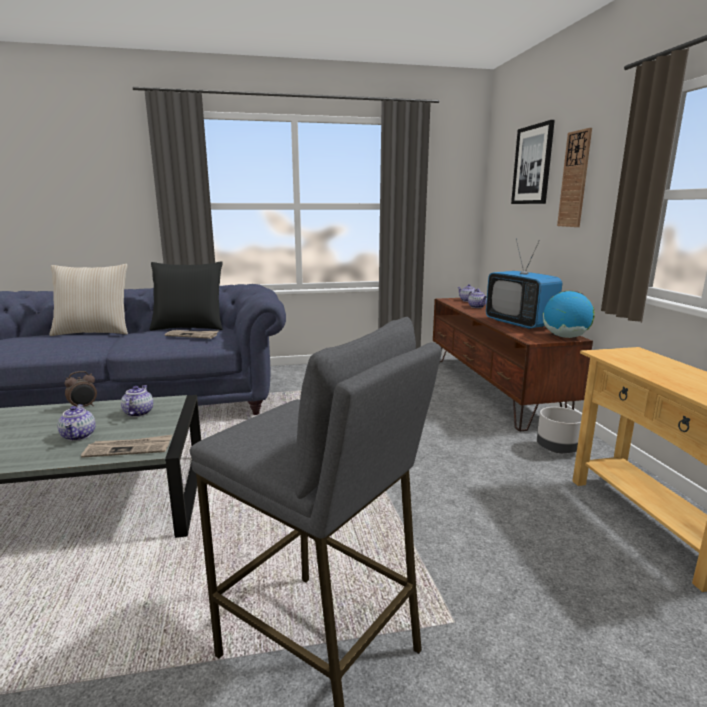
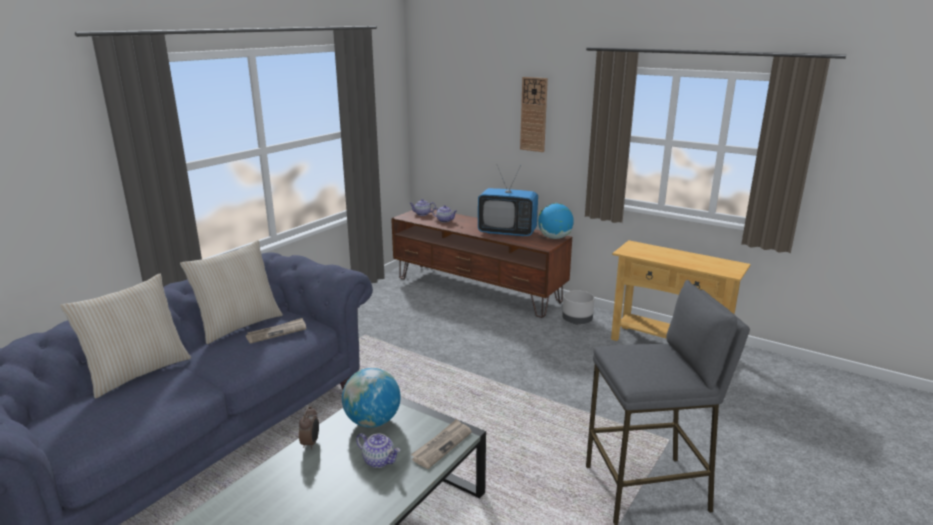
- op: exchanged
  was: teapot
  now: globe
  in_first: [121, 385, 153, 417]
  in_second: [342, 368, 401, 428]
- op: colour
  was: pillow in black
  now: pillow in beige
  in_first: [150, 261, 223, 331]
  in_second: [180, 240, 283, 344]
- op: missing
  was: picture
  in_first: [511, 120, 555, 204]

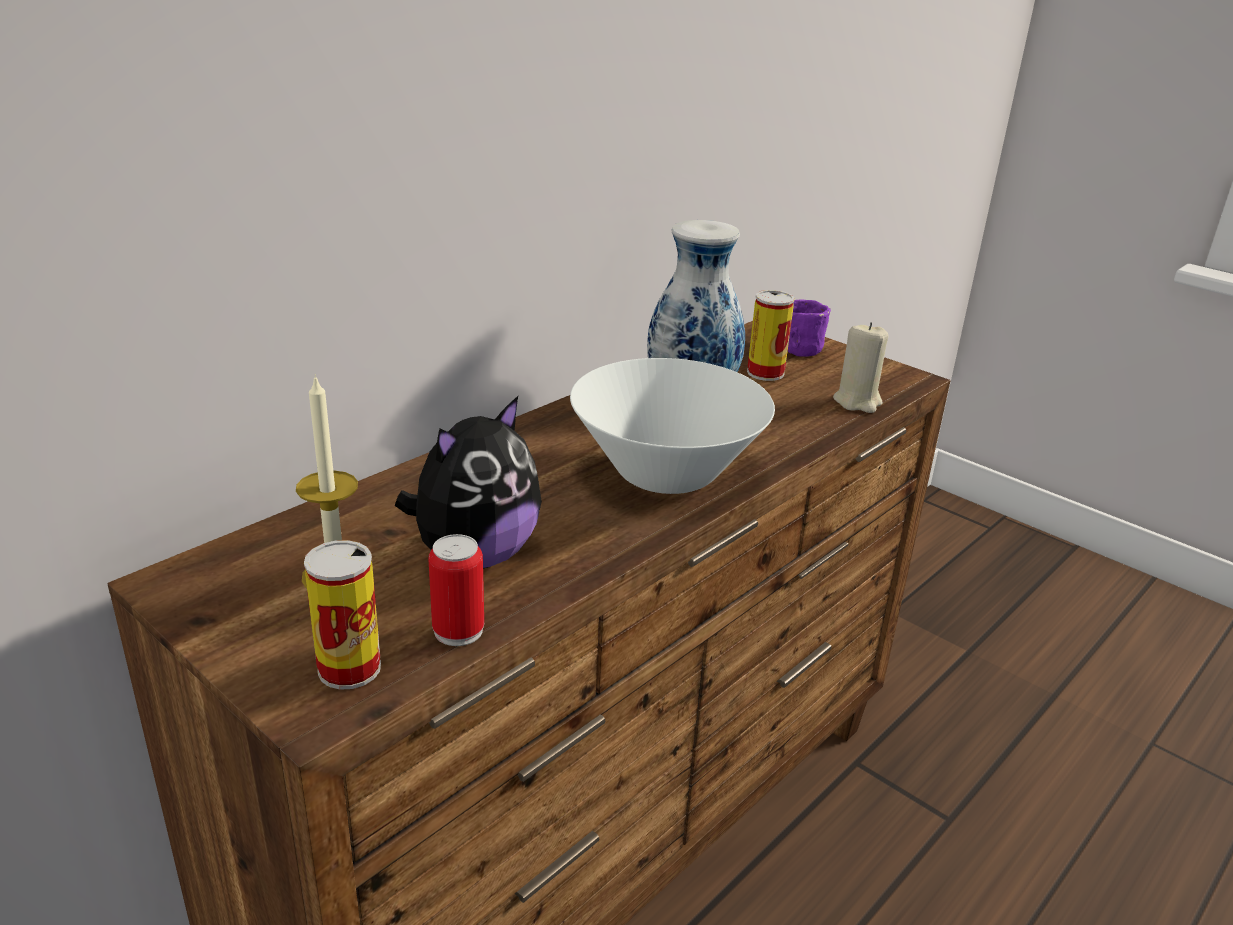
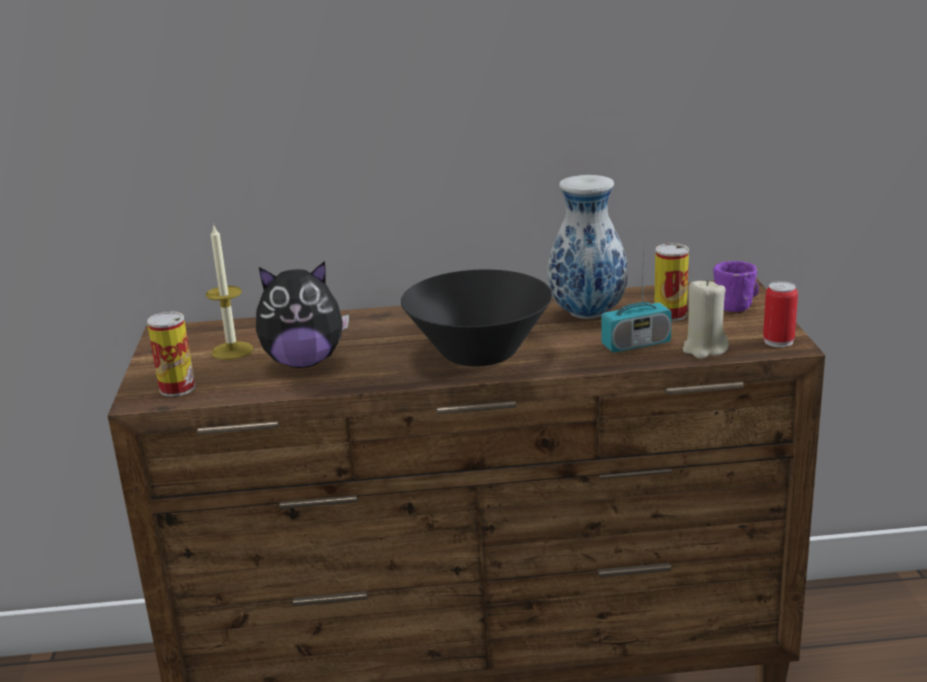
- op: relocated
  was: can
  in_first: [429, 534, 484, 646]
  in_second: [763, 281, 798, 347]
- op: colour
  was: bowl in white
  now: bowl in black
  in_first: [570, 358, 775, 494]
  in_second: [401, 269, 552, 367]
- op: appeared
  now: radio
  in_second: [602, 245, 672, 353]

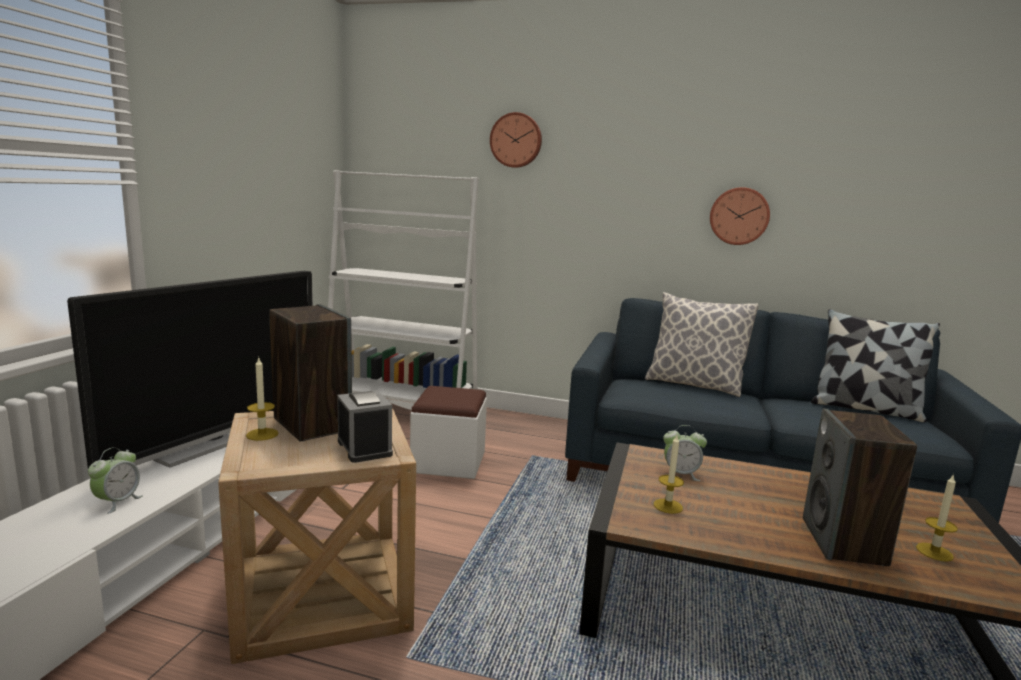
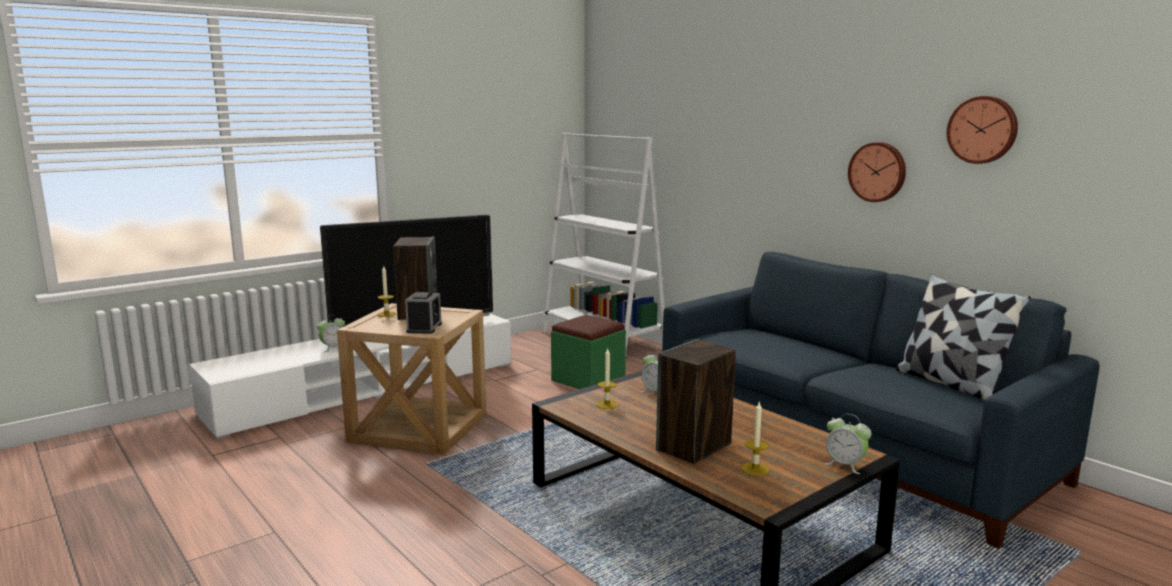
- op: colour
  was: ottoman in white
  now: ottoman in green
  in_first: [410, 386, 487, 479]
  in_second: [551, 315, 626, 389]
- op: relocated
  was: wall clock
  in_first: [490, 112, 542, 168]
  in_second: [947, 96, 1018, 164]
- op: missing
  was: pillow
  in_first: [645, 292, 759, 397]
- op: appeared
  now: alarm clock
  in_second: [824, 414, 872, 474]

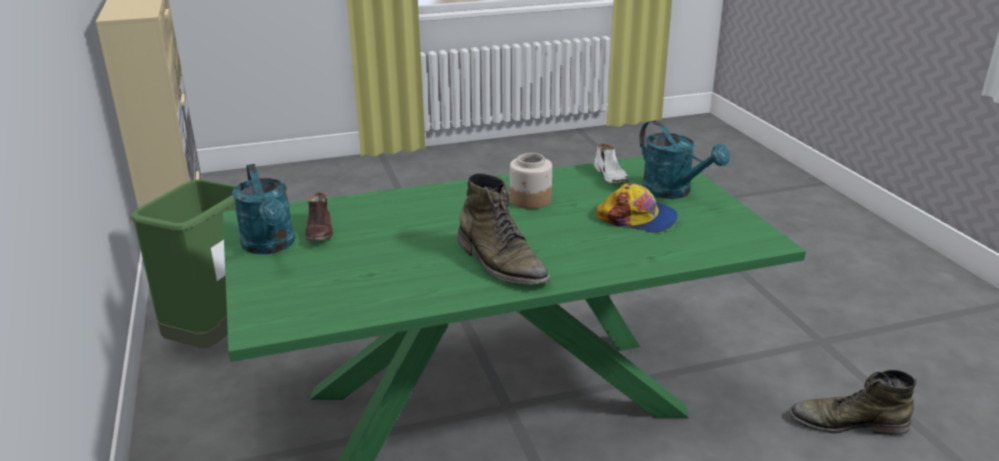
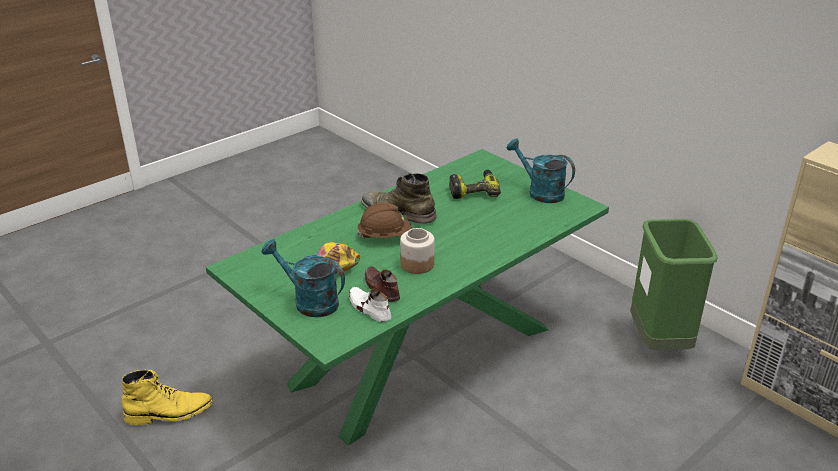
- op: relocated
  was: shoe in brown
  in_first: [305, 193, 333, 241]
  in_second: [365, 266, 400, 302]
- op: colour
  was: boot in green
  now: boot in yellow
  in_first: [789, 370, 916, 435]
  in_second: [121, 370, 213, 425]
- op: appeared
  now: hard hat in brown
  in_second: [357, 203, 412, 238]
- op: appeared
  now: power drill
  in_second: [449, 170, 501, 199]

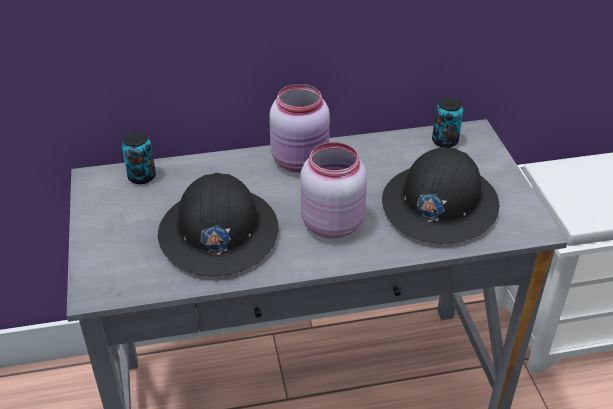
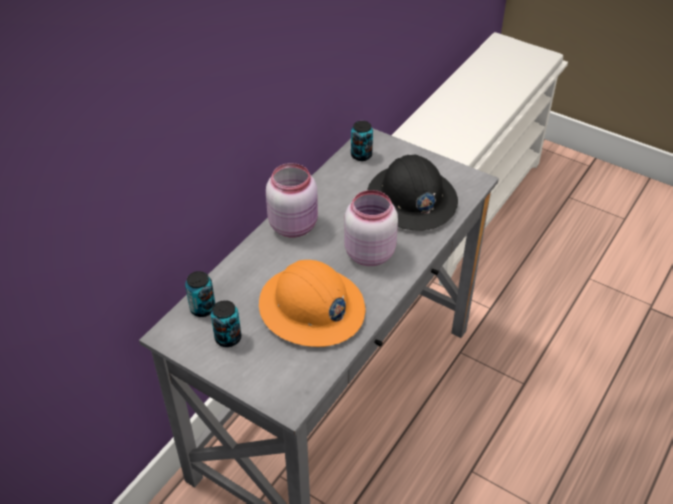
- op: colour
  was: hard hat in black
  now: hard hat in orange
  in_first: [158, 173, 279, 277]
  in_second: [259, 260, 366, 347]
- op: appeared
  now: can
  in_second: [211, 300, 241, 347]

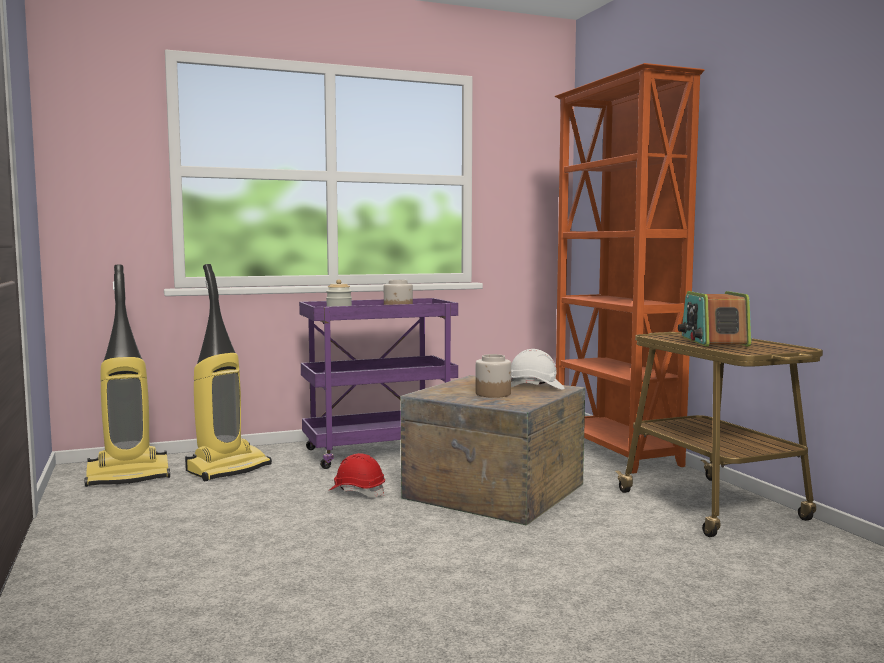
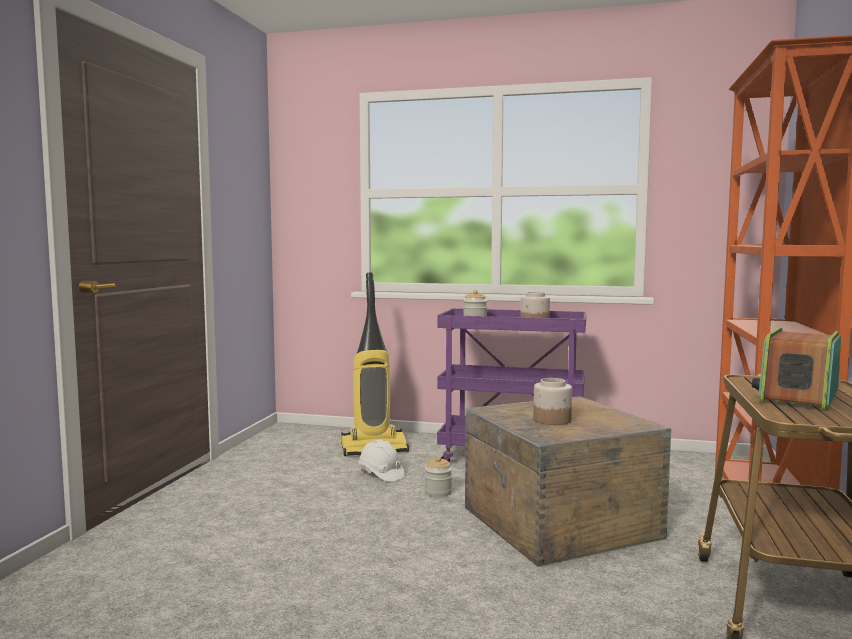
- op: missing
  was: vacuum cleaner
  in_first: [85, 264, 170, 487]
- op: exchanged
  was: hard hat in red
  now: jar
  in_first: [328, 453, 385, 497]
  in_second: [425, 456, 452, 497]
- op: relocated
  was: hard hat in white
  in_first: [511, 349, 564, 390]
  in_second: [358, 439, 405, 482]

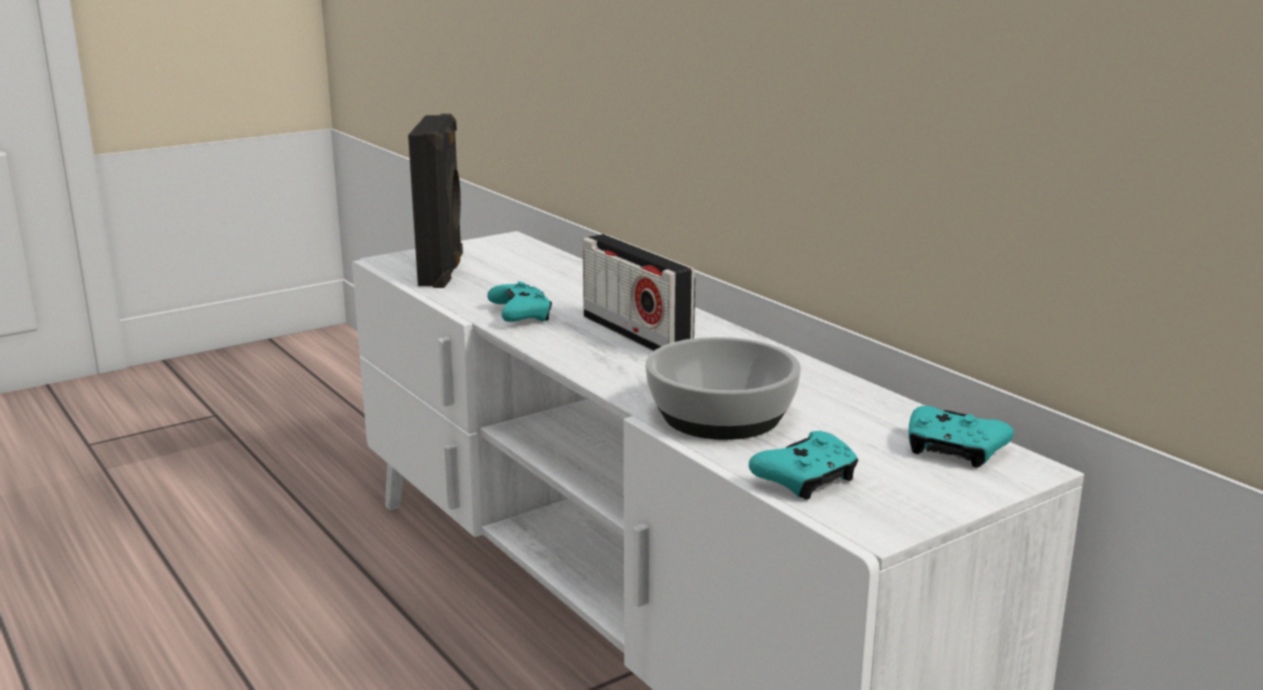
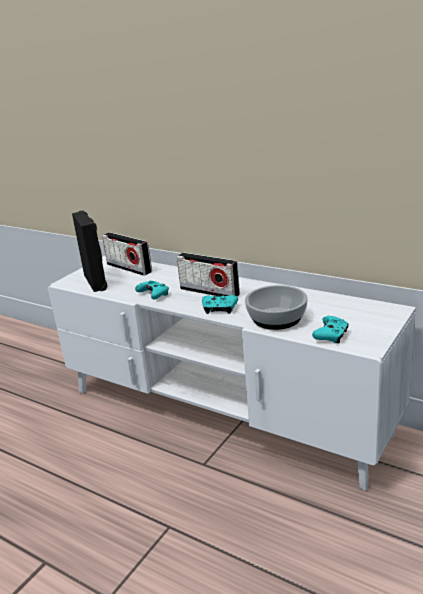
- op: relocated
  was: game controller in turquoise
  in_first: [909, 406, 1014, 468]
  in_second: [202, 295, 238, 314]
- op: appeared
  now: radio
  in_second: [102, 232, 152, 276]

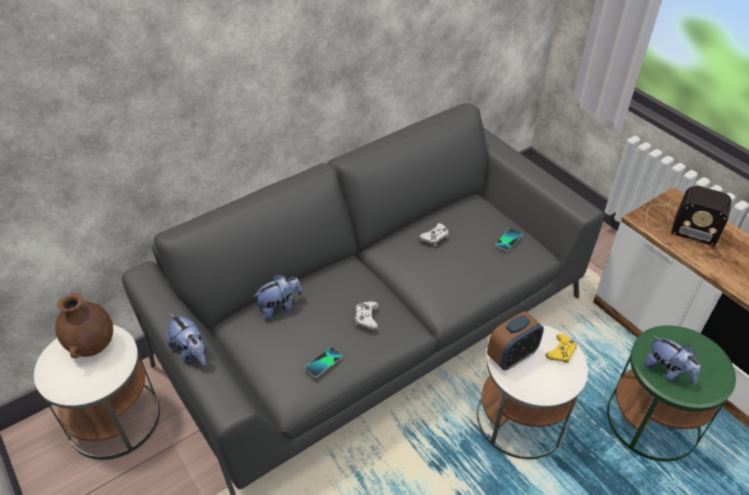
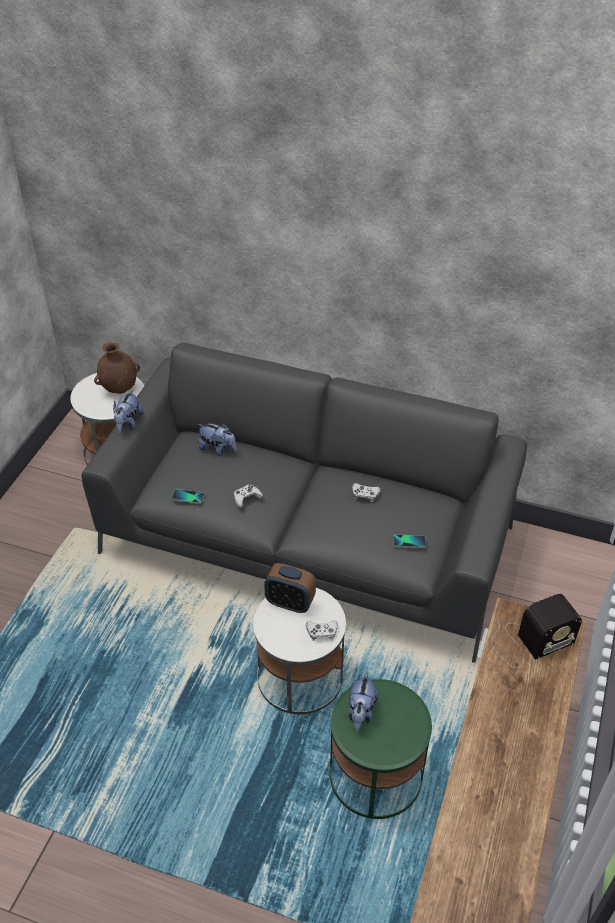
- op: colour
  was: game controller in yellow
  now: game controller in white
  in_first: [546, 334, 577, 363]
  in_second: [306, 620, 338, 641]
- op: spun
  was: radio
  in_first: [646, 186, 731, 246]
  in_second: [491, 594, 582, 668]
  clockwise: -105

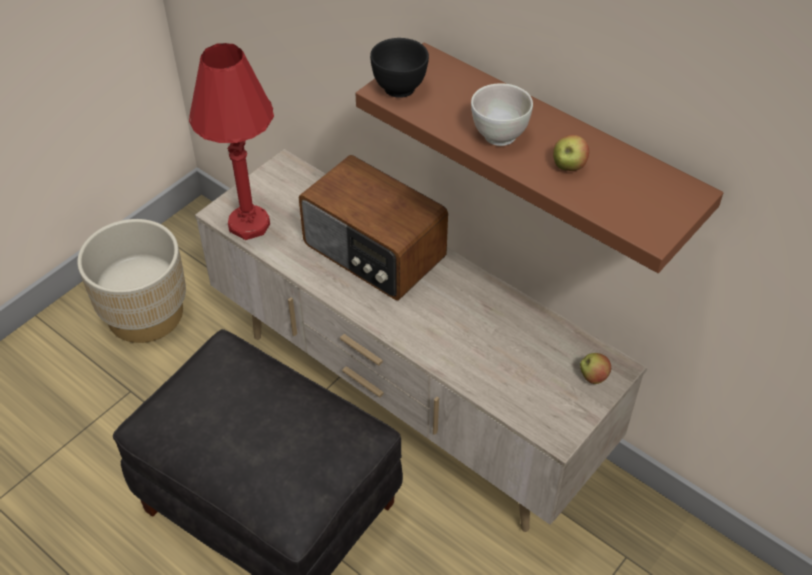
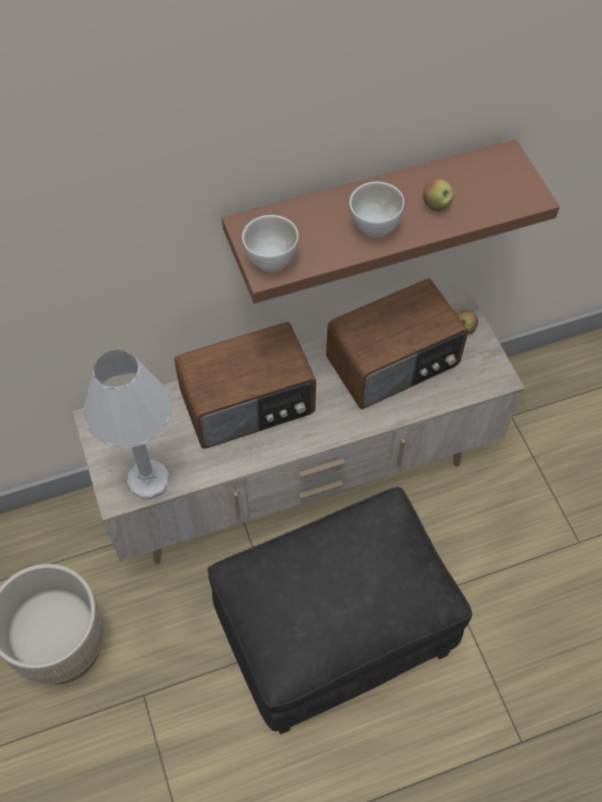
- op: colour
  was: table lamp in red
  now: table lamp in white
  in_first: [189, 43, 274, 240]
  in_second: [84, 350, 172, 501]
- op: colour
  was: bowl in black
  now: bowl in white
  in_first: [370, 38, 429, 98]
  in_second: [242, 215, 299, 273]
- op: appeared
  now: radio
  in_second: [326, 279, 468, 409]

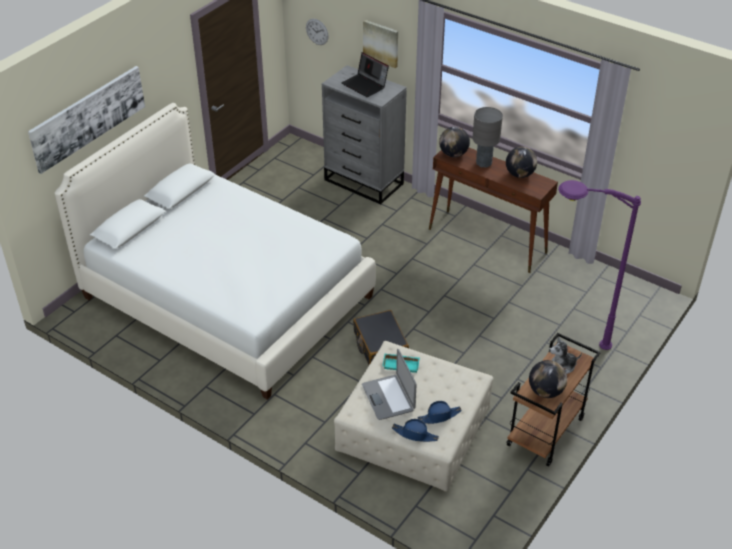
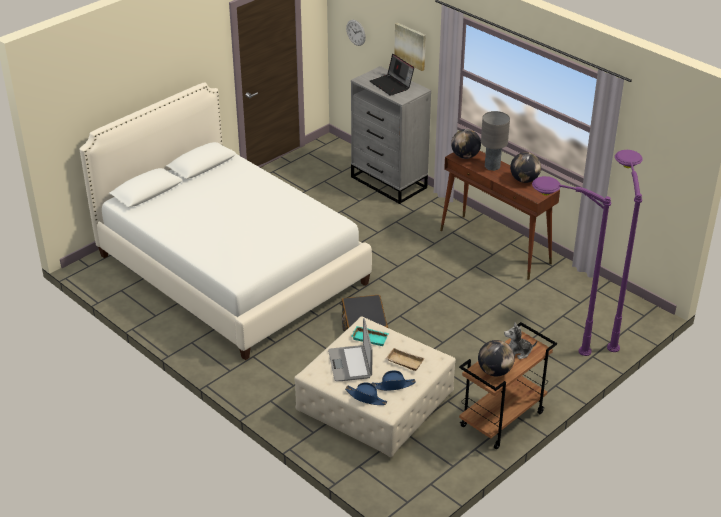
- op: missing
  was: picture
  in_first: [28, 66, 145, 174]
- op: appeared
  now: tray in beige
  in_second: [385, 348, 424, 371]
- op: appeared
  now: floor lamp in purple
  in_second: [607, 150, 643, 352]

